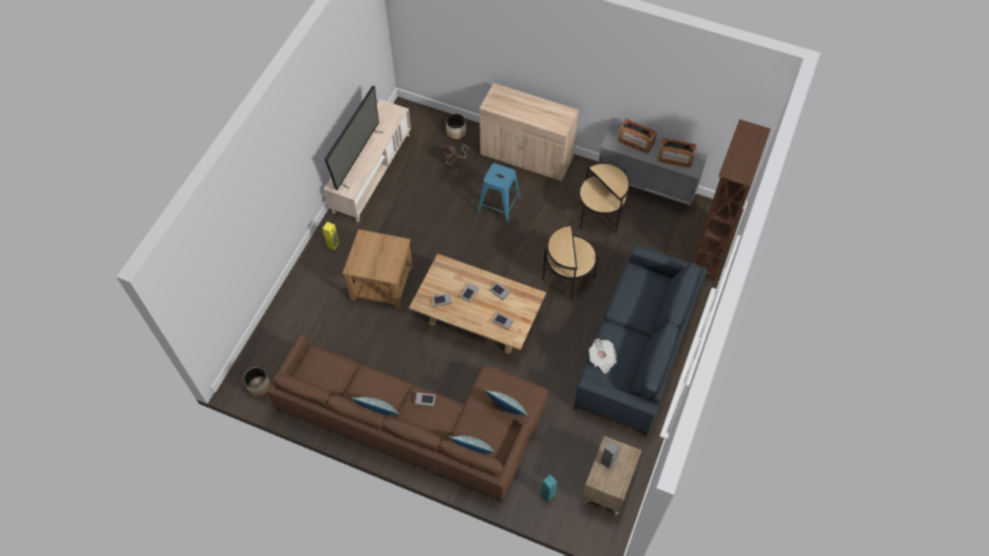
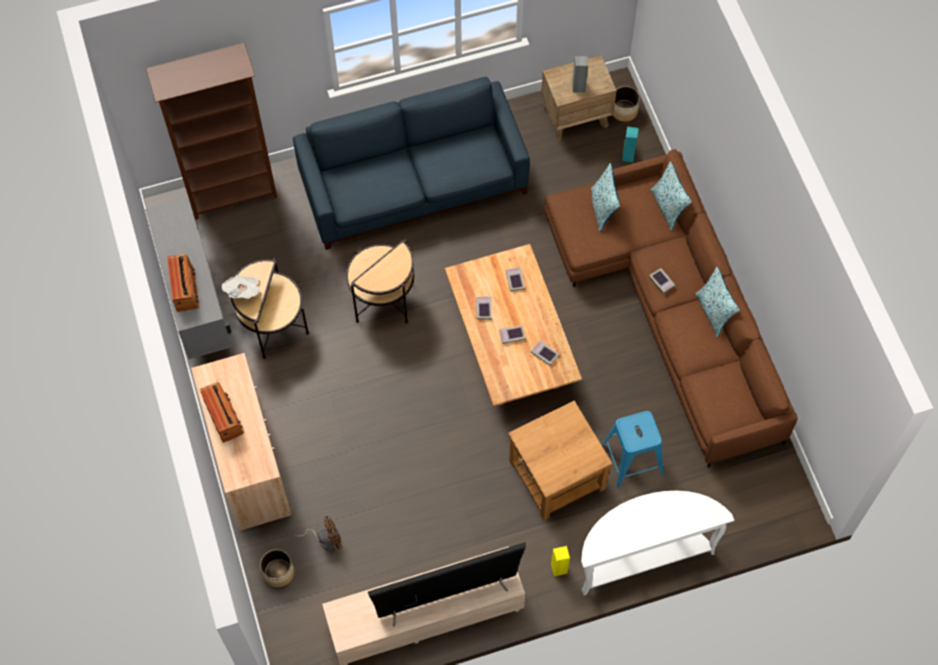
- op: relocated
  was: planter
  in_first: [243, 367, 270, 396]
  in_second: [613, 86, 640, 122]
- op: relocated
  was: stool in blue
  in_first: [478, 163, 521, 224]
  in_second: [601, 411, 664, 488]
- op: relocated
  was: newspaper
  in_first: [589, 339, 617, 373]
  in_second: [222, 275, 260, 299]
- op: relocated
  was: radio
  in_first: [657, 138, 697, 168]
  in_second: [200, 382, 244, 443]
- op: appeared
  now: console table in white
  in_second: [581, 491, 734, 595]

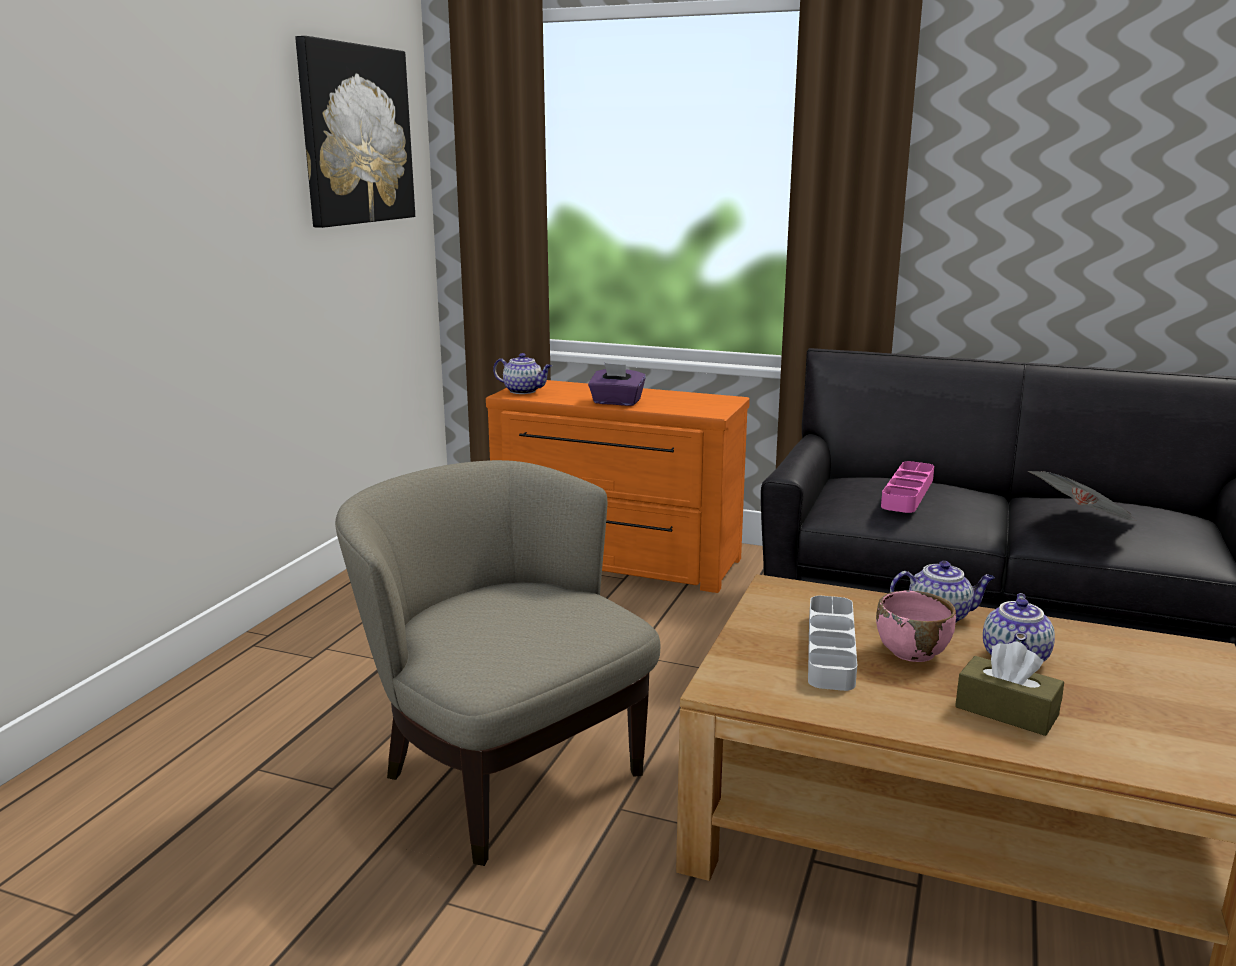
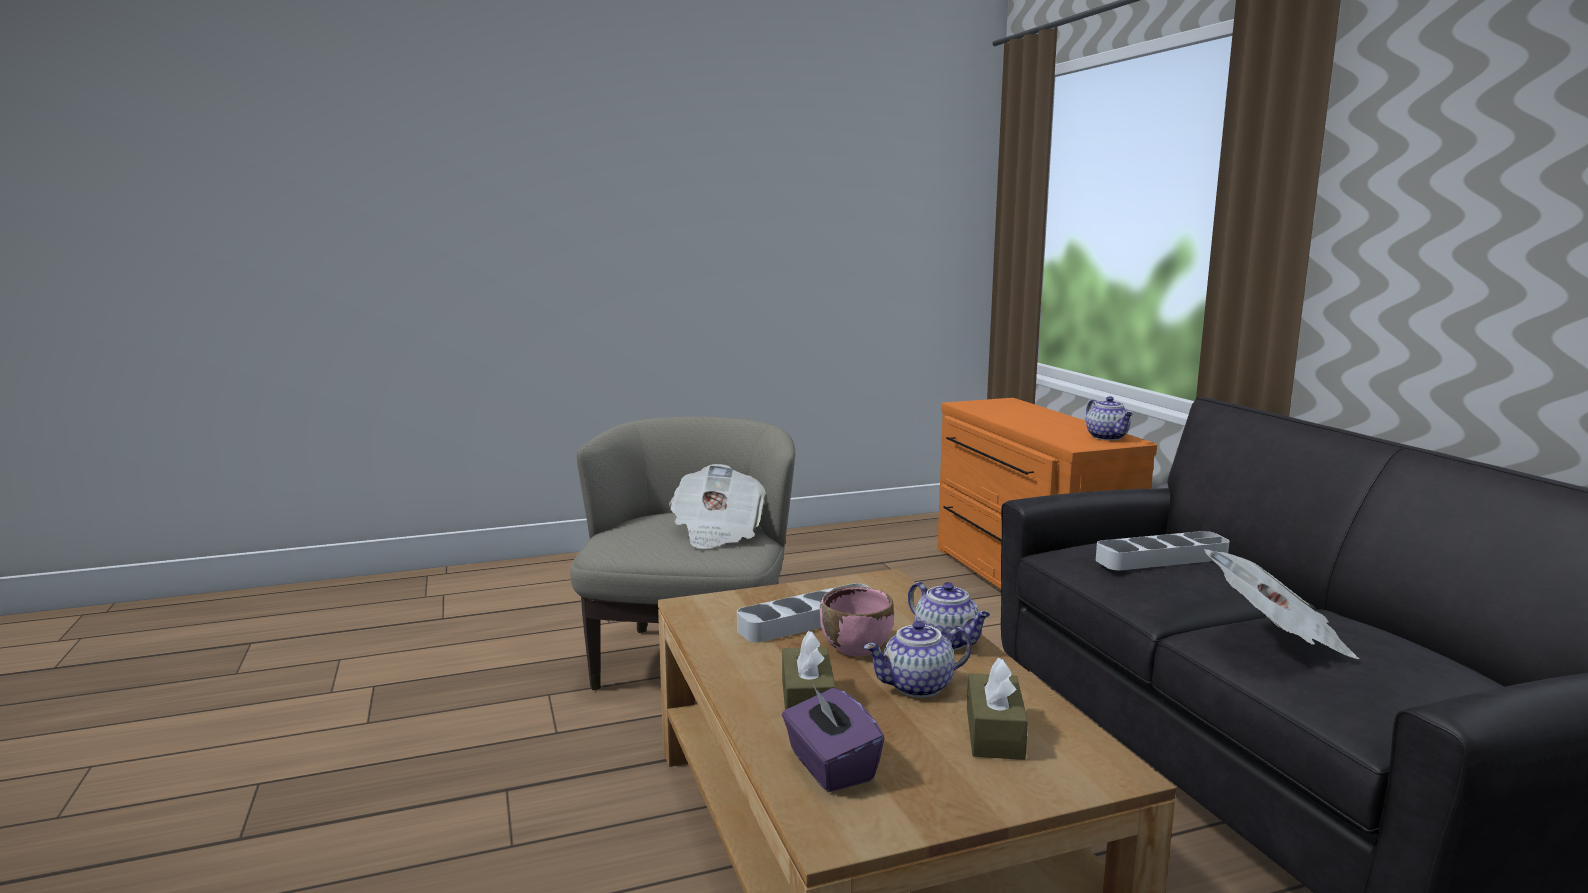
- op: missing
  was: picture
  in_first: [295, 36, 415, 228]
- op: relocated
  was: teapot
  in_first: [493, 353, 552, 394]
  in_second: [1086, 396, 1133, 440]
- op: relocated
  was: tissue box in purple
  in_first: [588, 363, 646, 406]
  in_second: [782, 685, 884, 792]
- op: colour
  was: tray in pink
  now: tray in grey
  in_first: [881, 461, 934, 513]
  in_second: [1096, 531, 1230, 570]
- op: appeared
  now: newspaper
  in_second: [669, 464, 766, 549]
- op: appeared
  now: tissue box in brown
  in_second: [967, 658, 1028, 760]

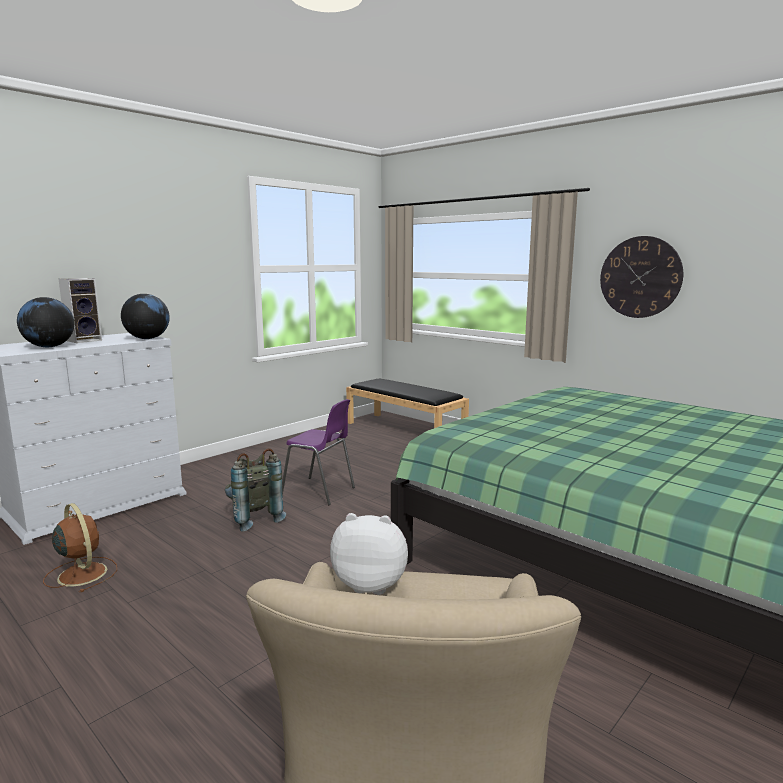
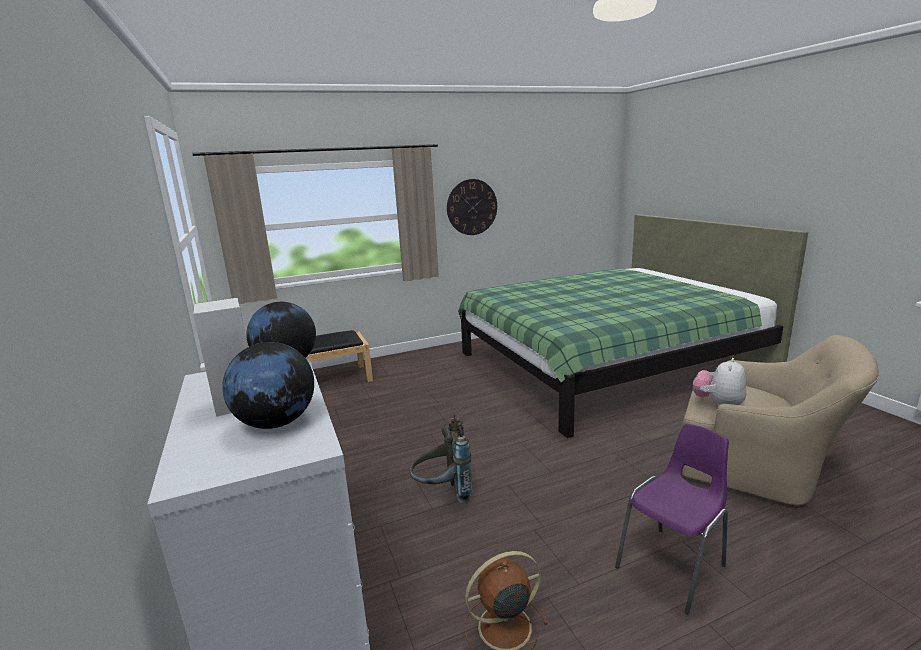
- op: relocated
  was: chair in purple
  in_first: [282, 399, 355, 505]
  in_second: [615, 424, 729, 615]

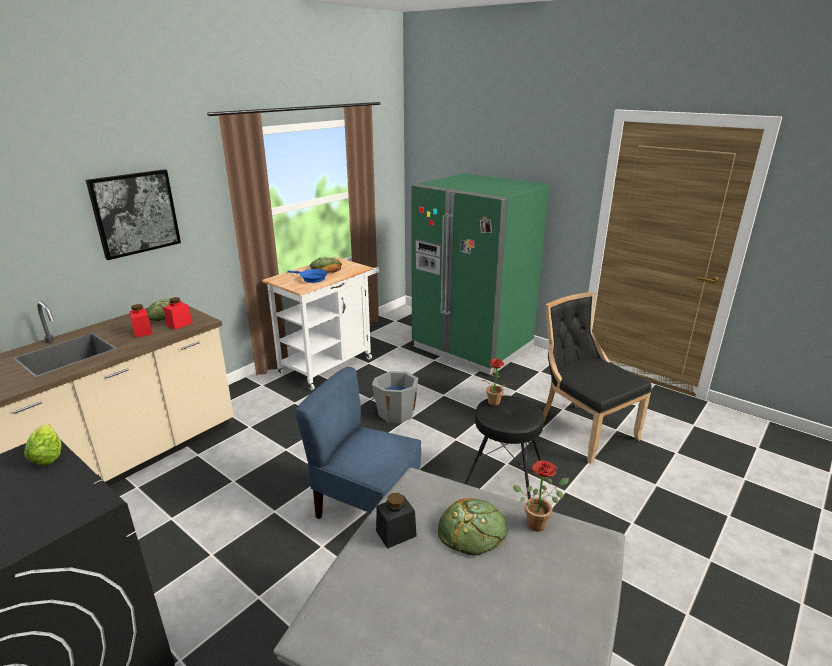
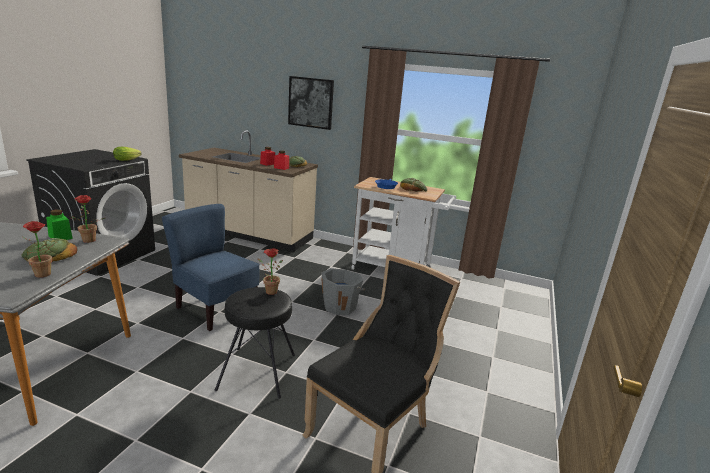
- op: spun
  was: chair in blue
  in_first: [295, 367, 421, 519]
  in_second: [162, 204, 260, 331]
  clockwise: -60
- op: colour
  was: jar in black
  now: jar in green
  in_first: [376, 493, 417, 549]
  in_second: [46, 209, 73, 240]
- op: missing
  was: fridge in green
  in_first: [411, 173, 550, 375]
- op: appeared
  now: potted plant
  in_second: [70, 195, 105, 243]

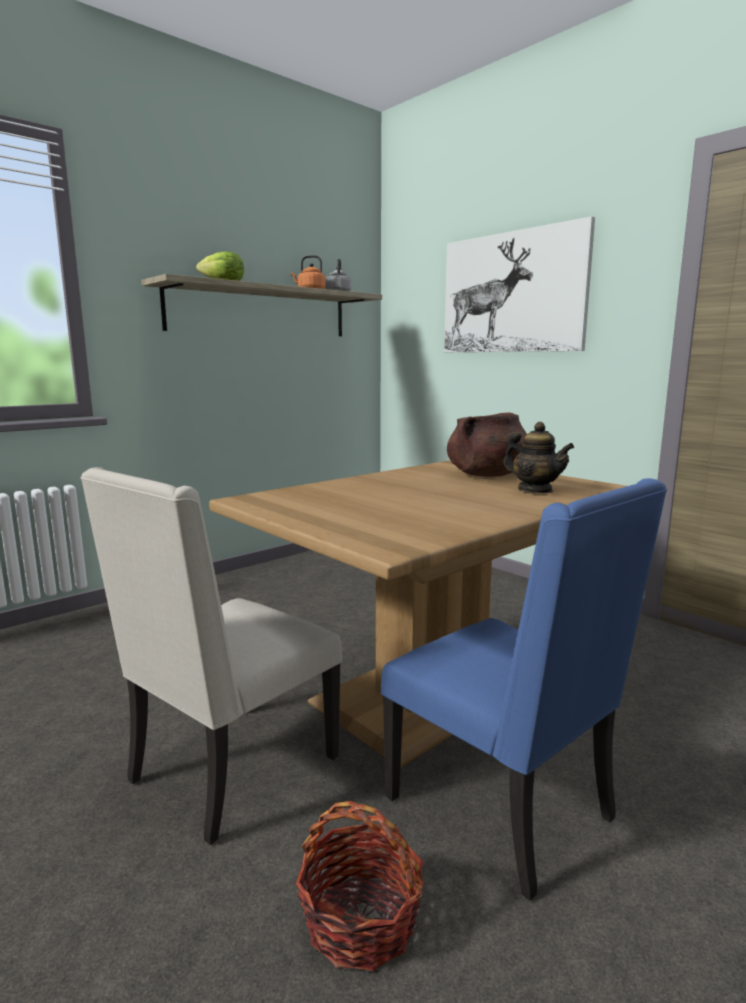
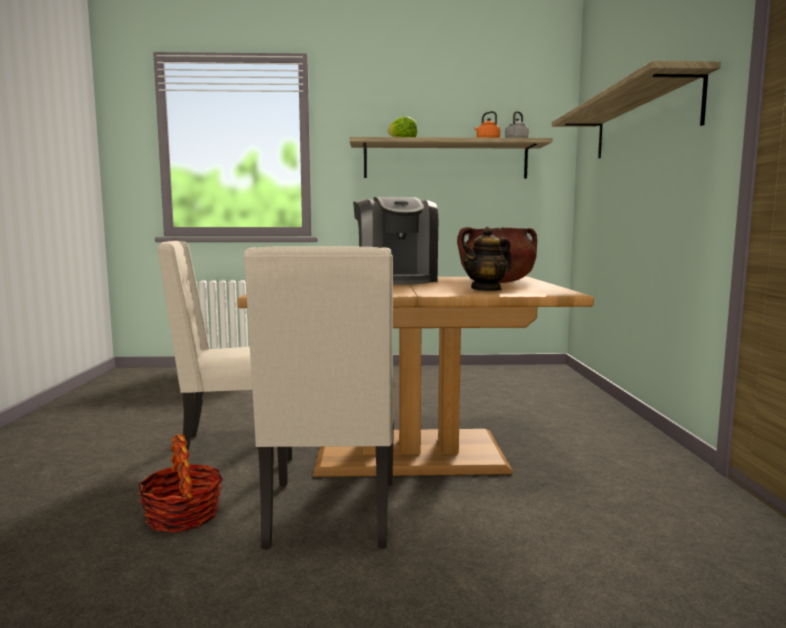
- op: colour
  was: chair in blue
  now: chair in beige
  in_first: [381, 478, 667, 901]
  in_second: [243, 247, 396, 550]
- op: exchanged
  was: picture
  now: shelf
  in_first: [444, 216, 595, 352]
  in_second: [552, 61, 721, 158]
- op: spun
  was: teapot
  in_first: [503, 422, 574, 493]
  in_second: [461, 227, 512, 291]
  clockwise: 60
- op: appeared
  now: coffee machine
  in_second: [353, 197, 438, 284]

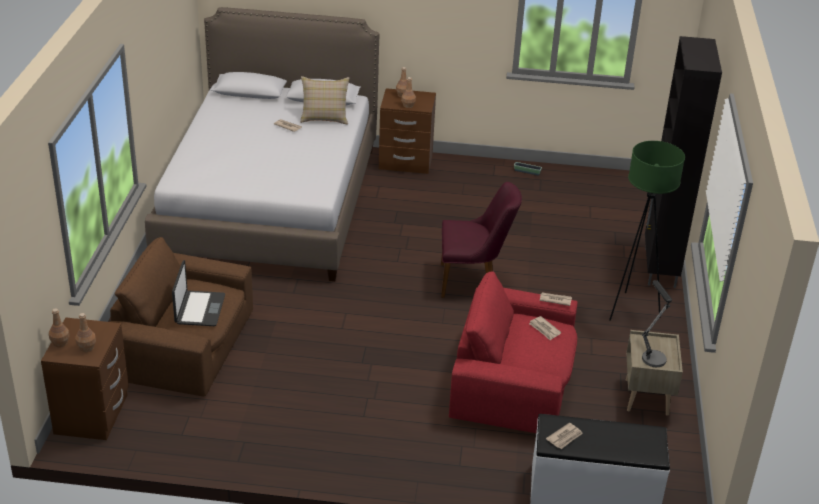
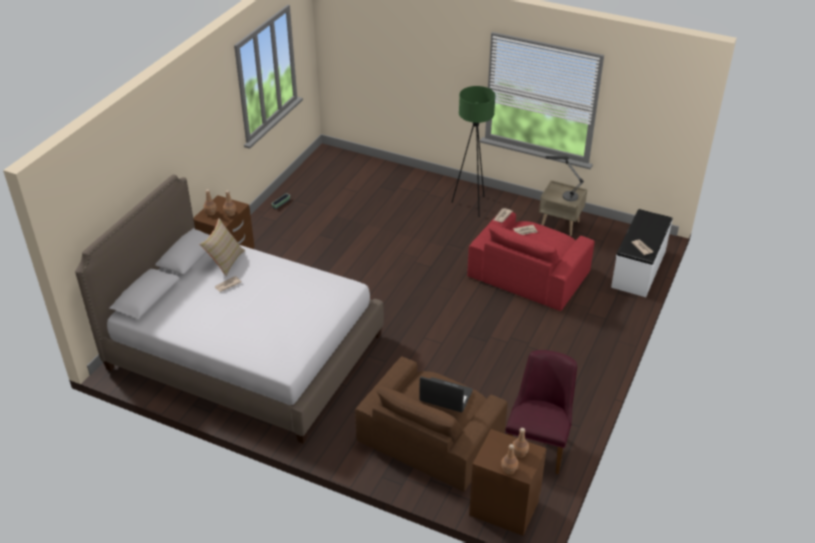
- op: relocated
  was: chair in purple
  in_first: [441, 182, 522, 298]
  in_second: [505, 350, 577, 475]
- op: missing
  was: cabinet in black
  in_first: [645, 36, 722, 288]

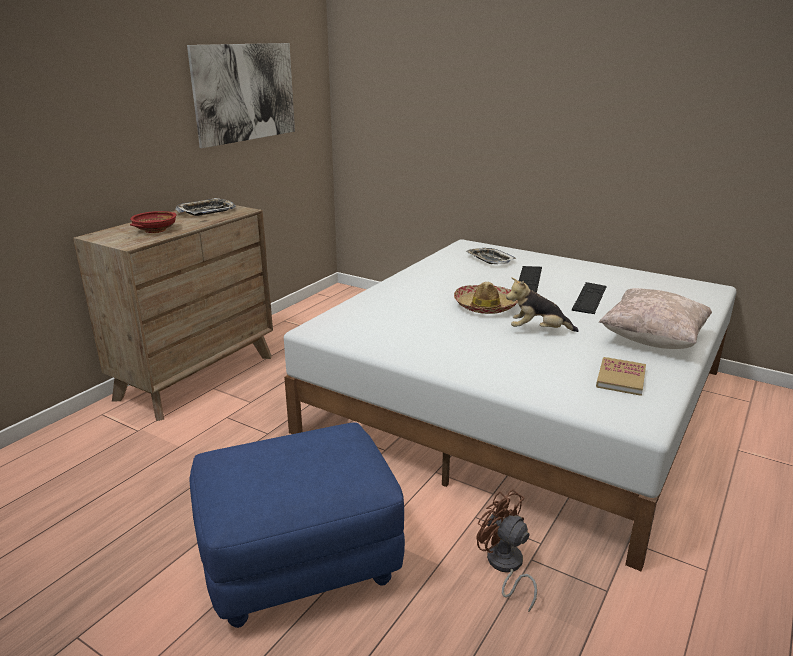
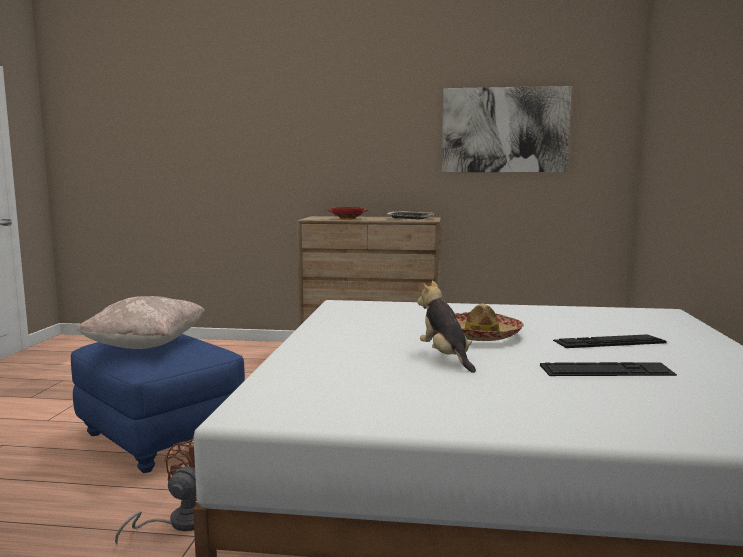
- op: missing
  was: tray
  in_first: [466, 248, 516, 264]
- op: missing
  was: book
  in_first: [596, 357, 646, 396]
- op: relocated
  was: pillow in beige
  in_first: [599, 288, 712, 349]
  in_second: [76, 296, 205, 349]

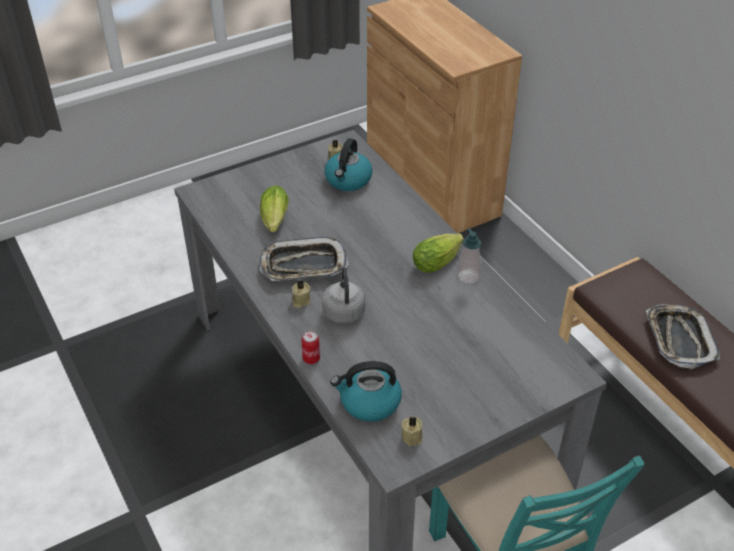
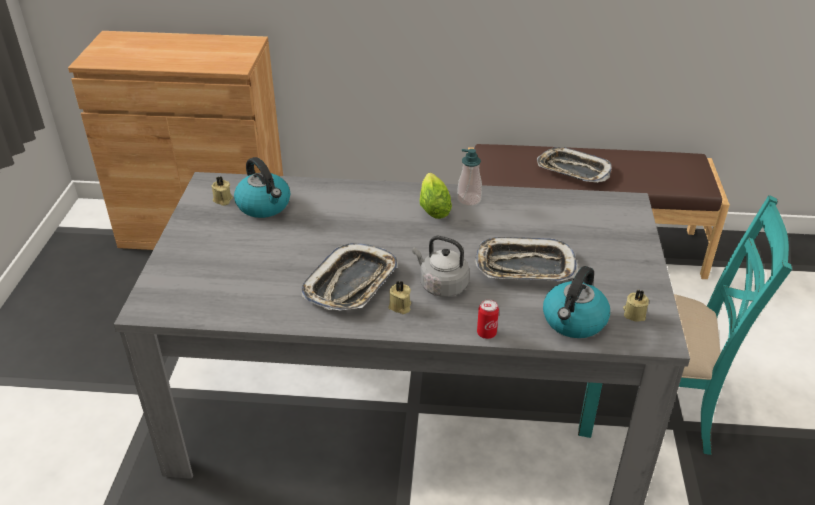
- op: missing
  was: lettuce
  in_first: [260, 185, 289, 232]
- op: appeared
  now: tray
  in_second: [475, 237, 579, 282]

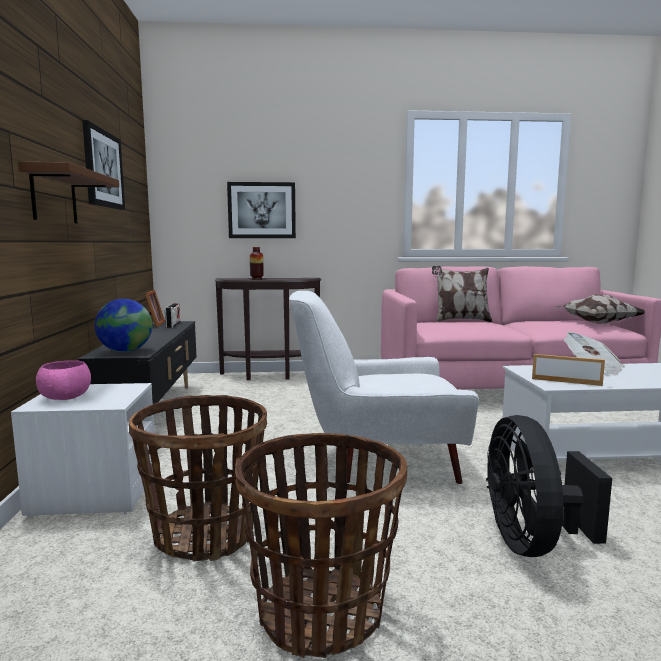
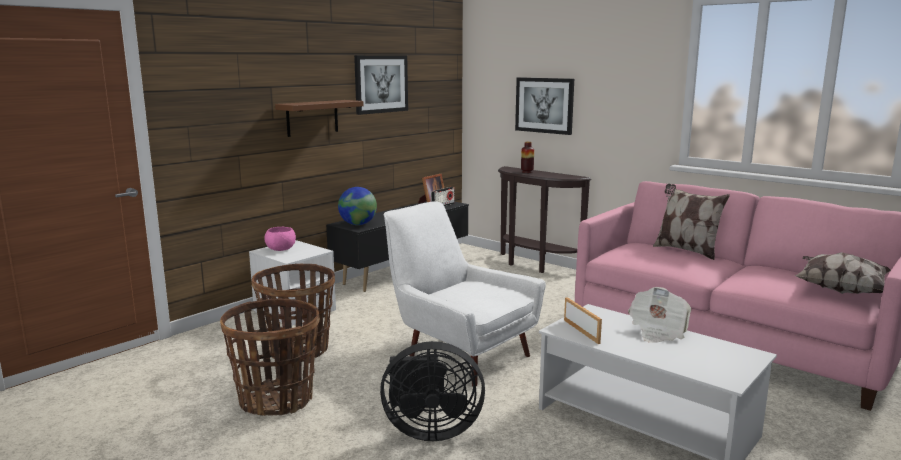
- op: spun
  was: fan in black
  in_first: [486, 415, 612, 557]
  in_second: [380, 341, 485, 441]
  clockwise: -135

